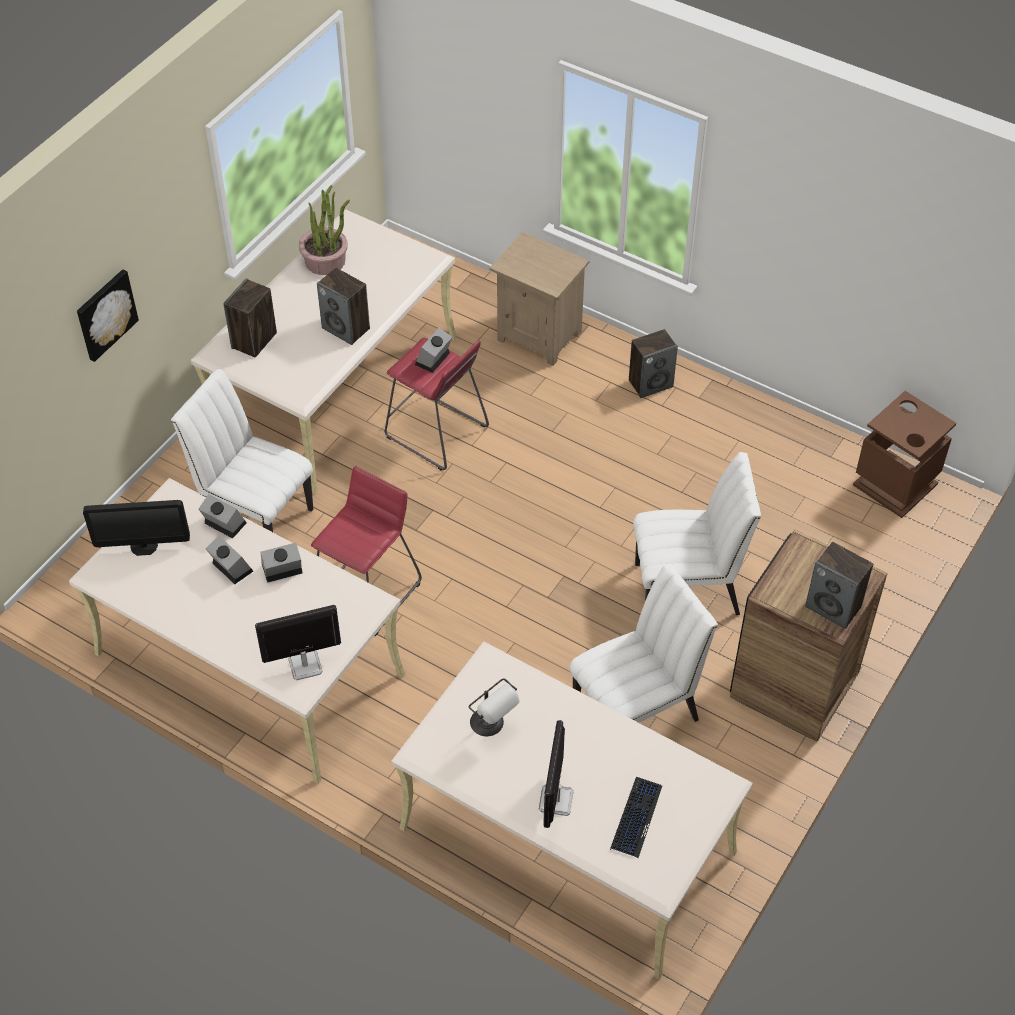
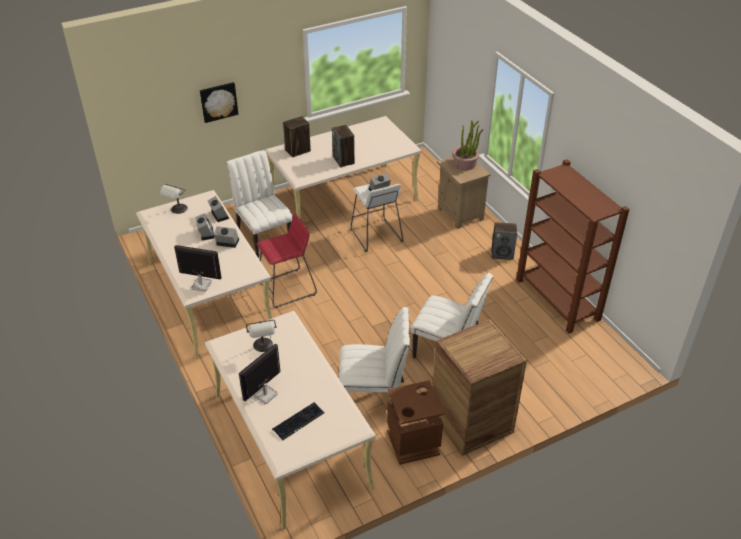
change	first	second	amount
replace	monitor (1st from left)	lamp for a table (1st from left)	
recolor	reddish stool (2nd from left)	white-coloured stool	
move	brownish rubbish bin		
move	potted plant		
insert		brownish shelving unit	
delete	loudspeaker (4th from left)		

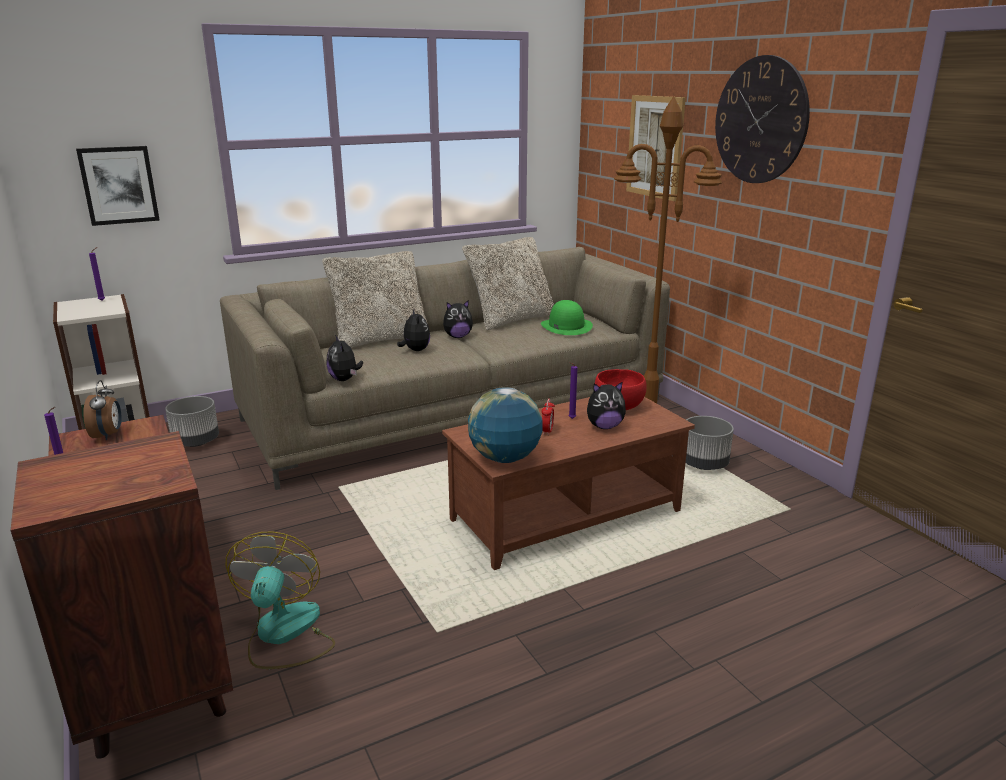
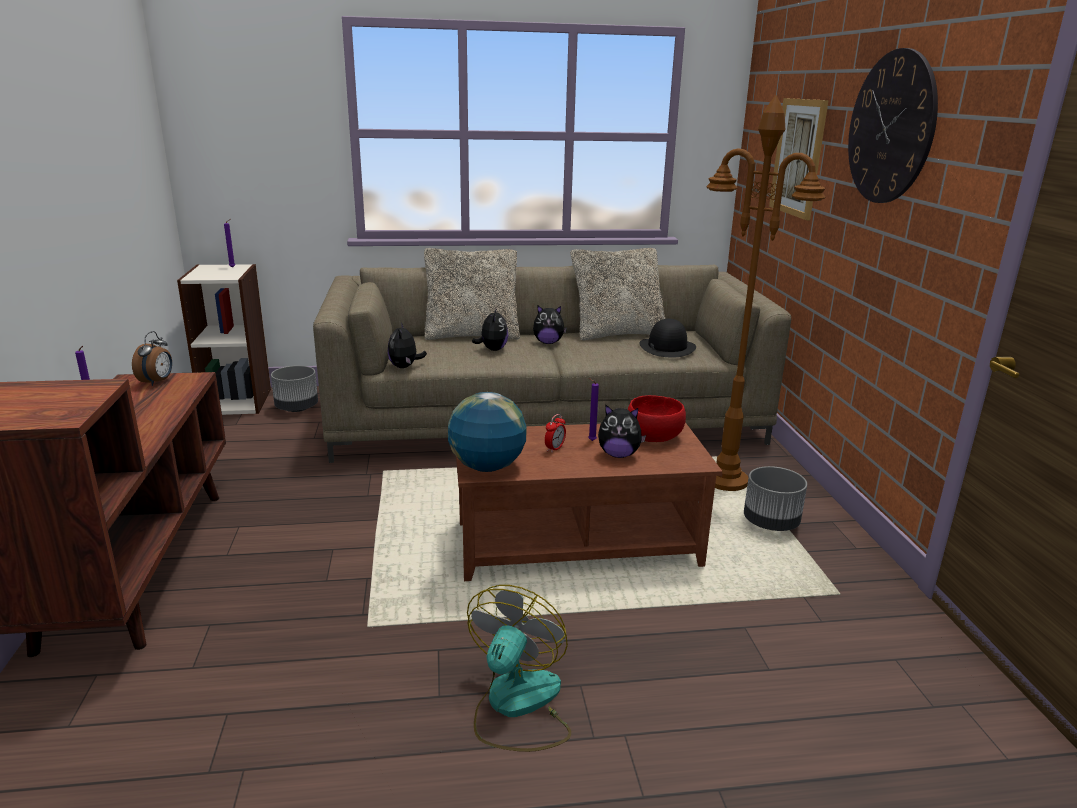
change	first	second	amount
move	electric fan		
recolor	green clothing hat	black-coloured clothing hat	
delete	wall picture (1st from left)		

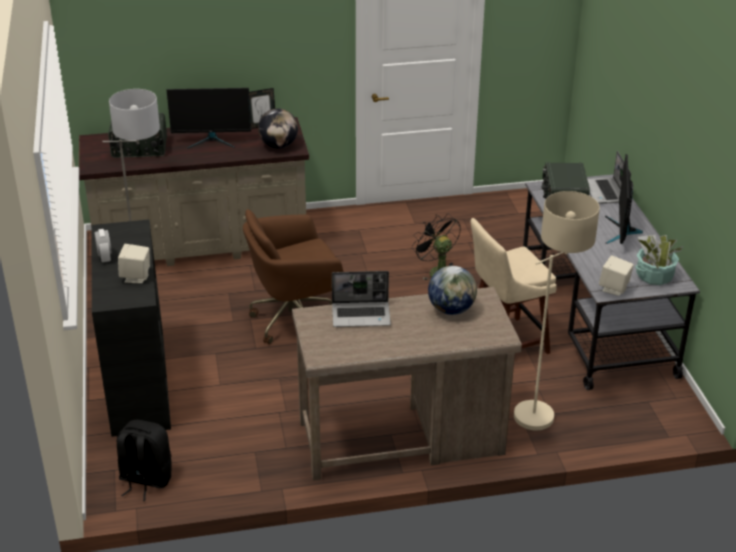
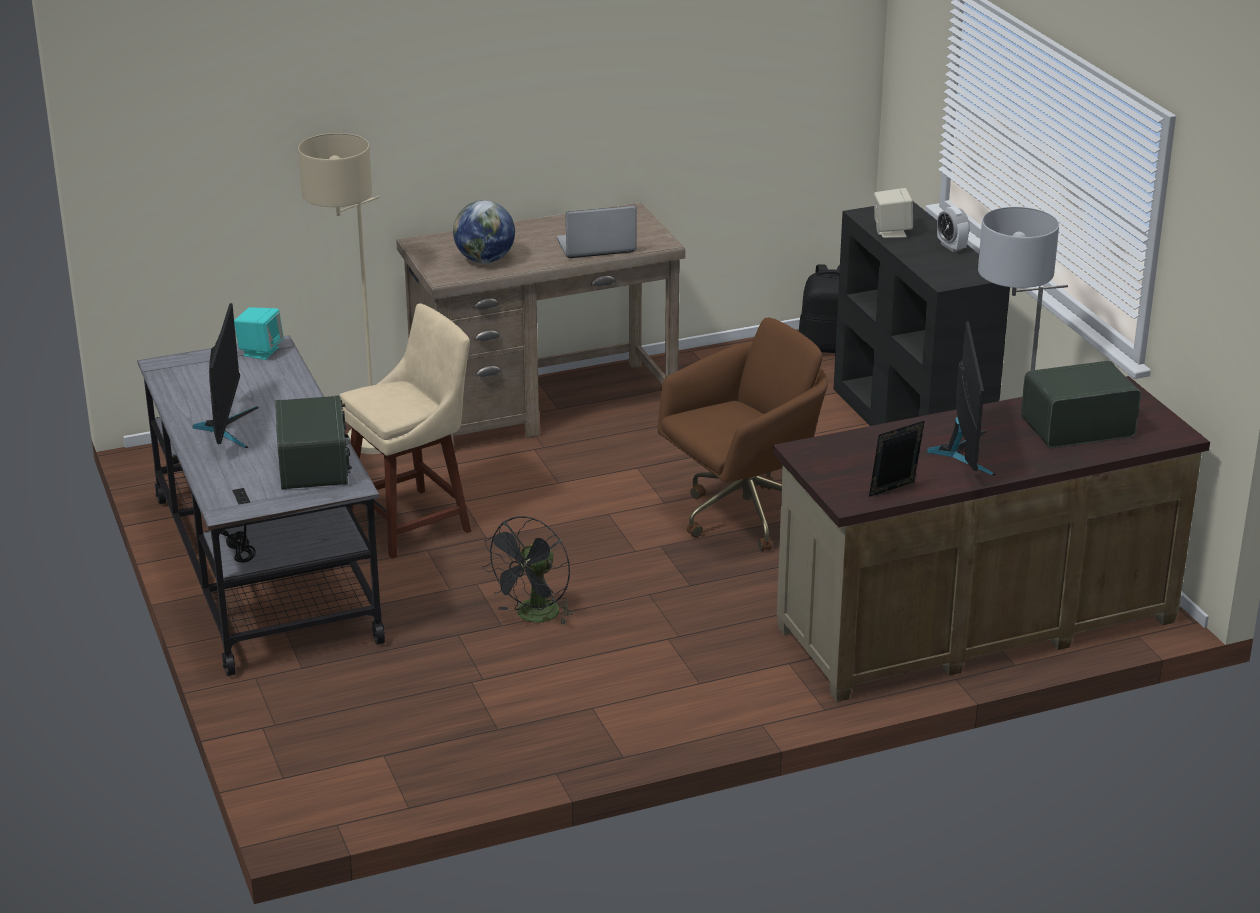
change	first	second	amount
recolor	beige loudspeaker (2nd from left)	turquoise loudspeaker	
rotate	black-coloured electric fan		75 degrees clockwise
rotate	monitor (1st from left in the first image)	monitor (2nd from left)	105 degrees clockwise
delete	globe (1st from left)		
delete	laptop (2nd from left)		
delete	potted plant		

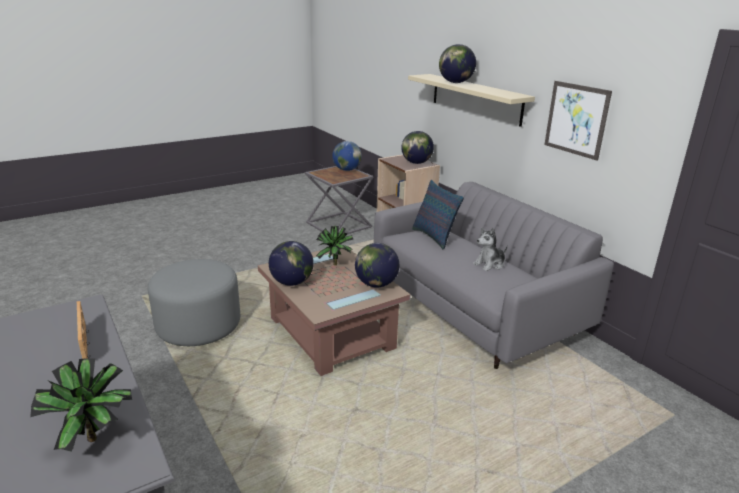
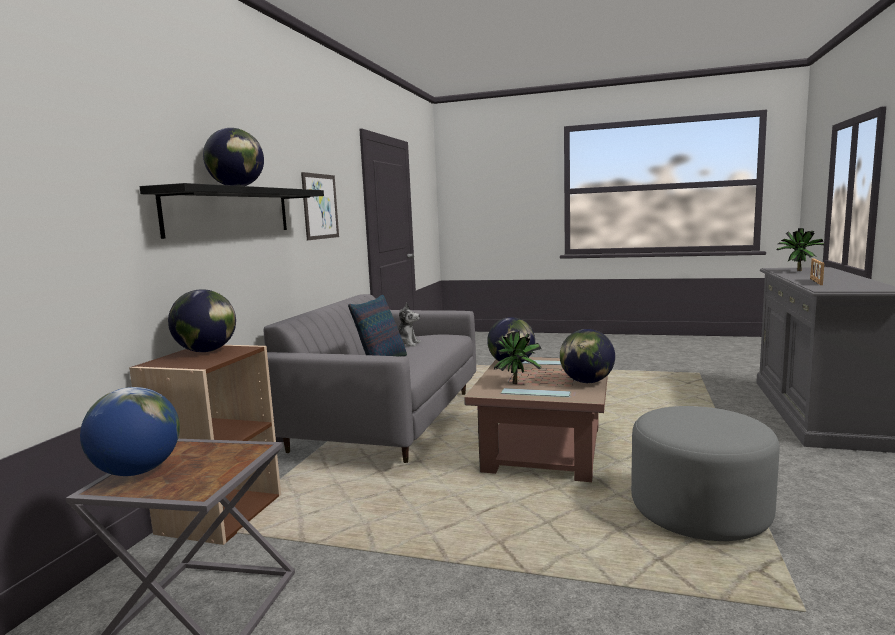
change	first	second	amount
recolor	beige wall shelf	black-coloured wall shelf	

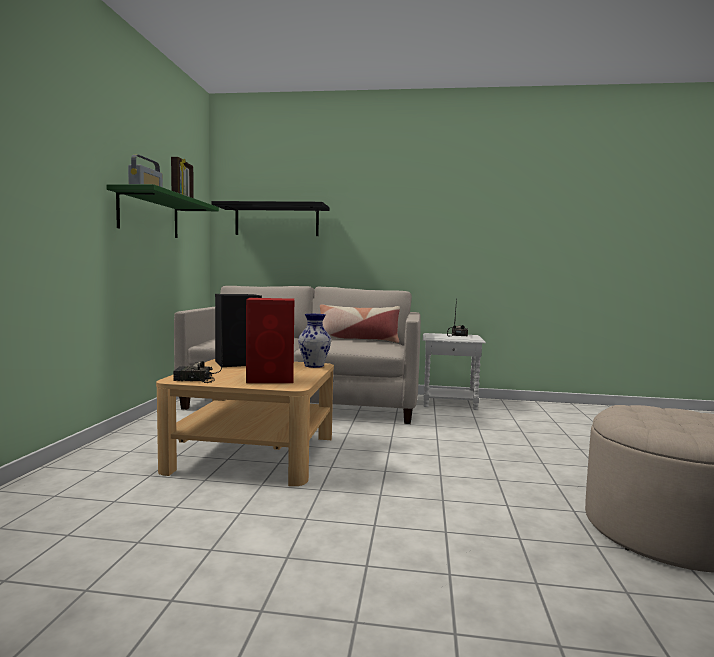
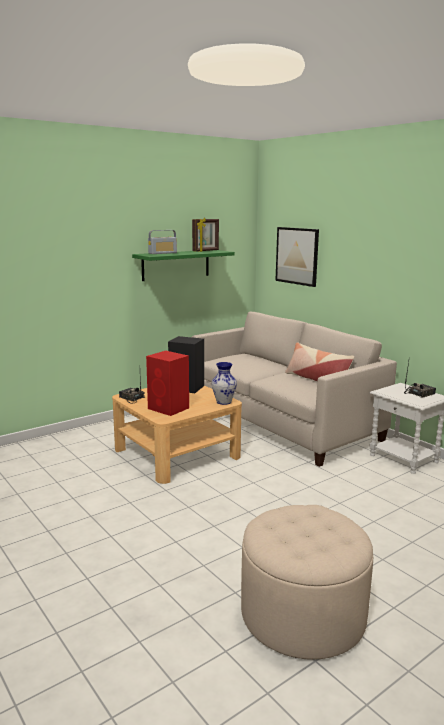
change	first	second	amount
replace	black-coloured wall shelf	wall picture	

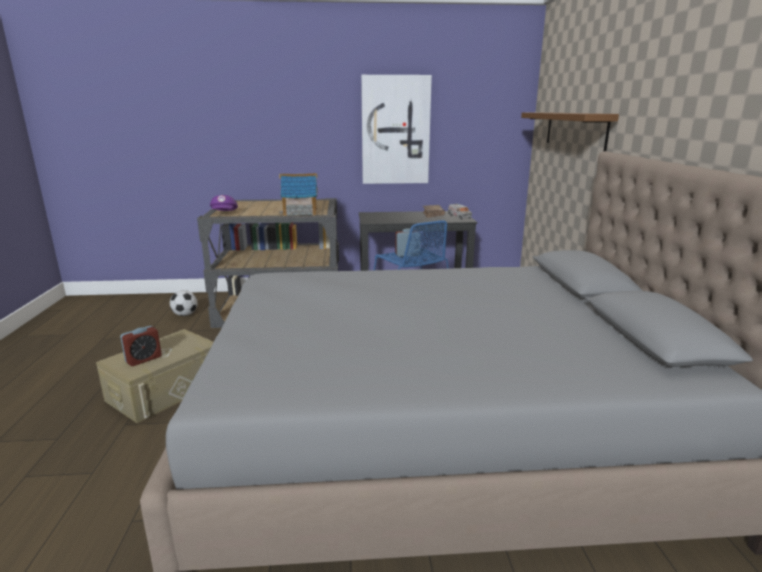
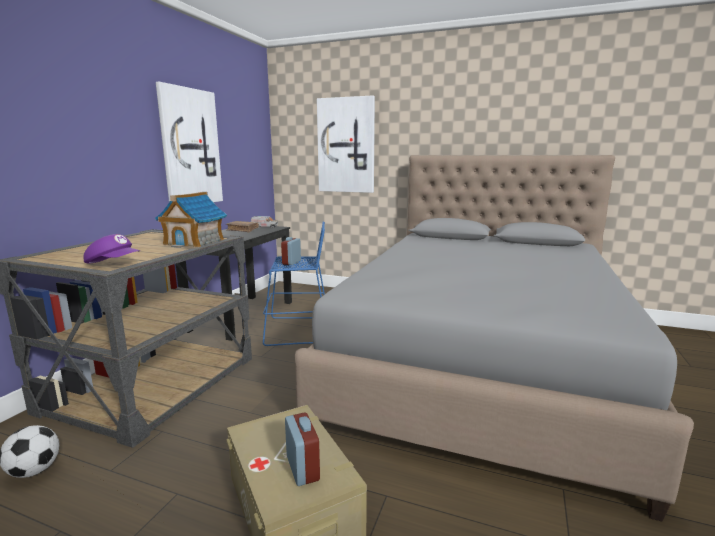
change	first	second	amount
replace	brownish wall shelf	wall picture (2nd from left)	

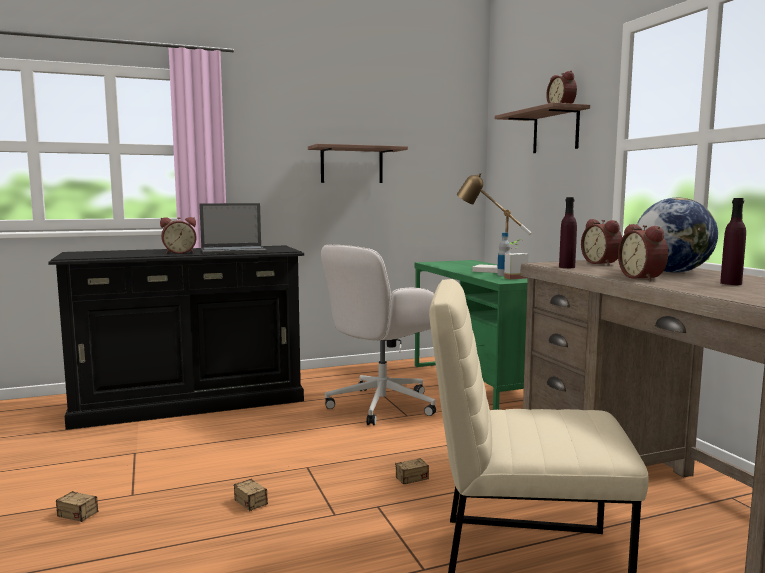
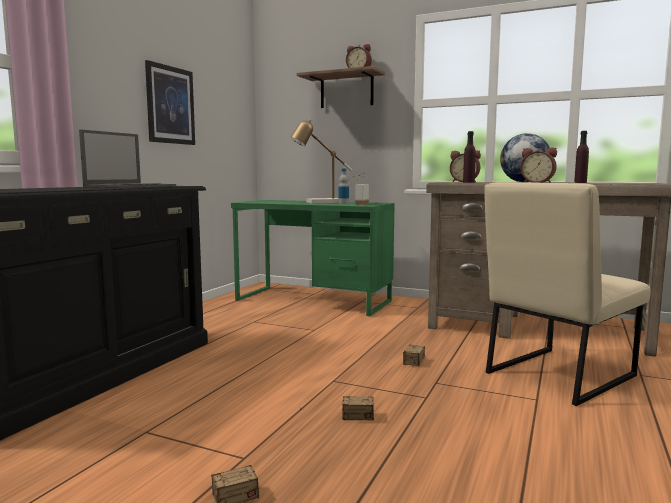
change	first	second	amount
replace	wall shelf (1st from left)	wall picture	
delete	table clock (1st from left)		
delete	white-coloured desk chair		

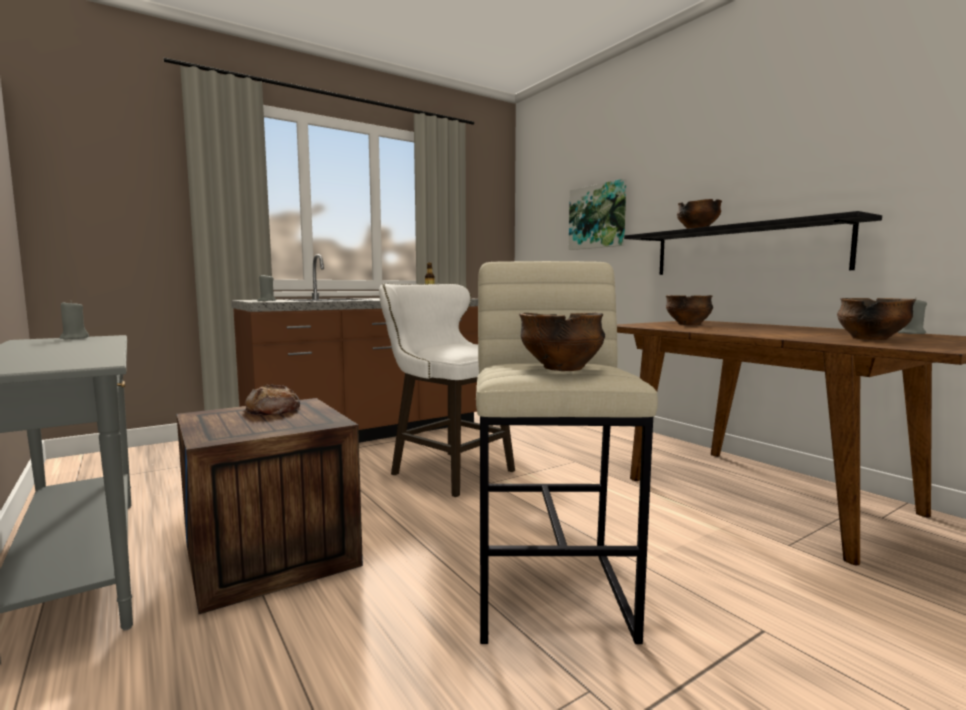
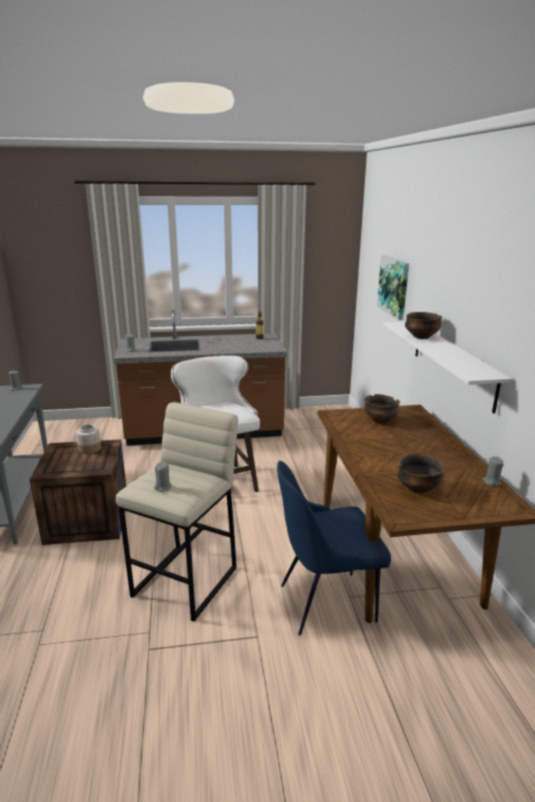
change	first	second	amount
replace	baked bread	storage jar	
replace	bowl (1st from left)	gray candle (3rd from left)	
insert		blue-coloured plain chair	
recolor	black-coloured wall shelf	white-coloured wall shelf	

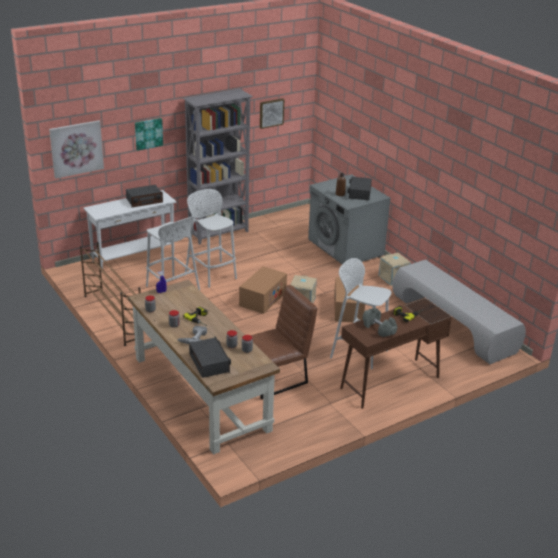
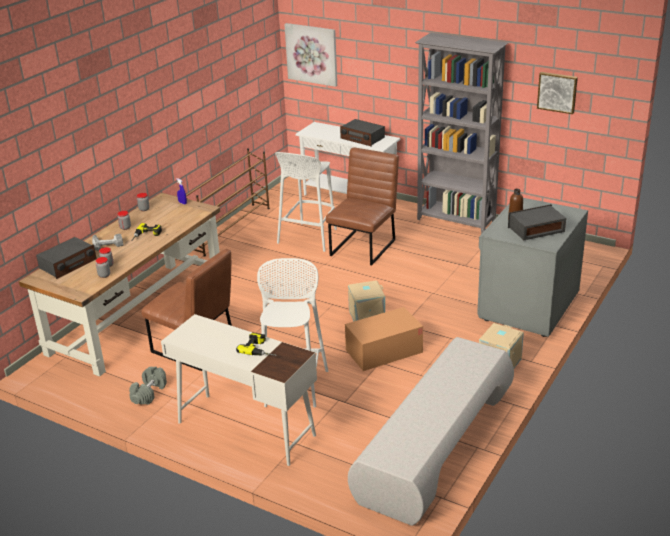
change	first	second	amount
move	gray hand weight		
recolor	brownish desk unit (2nd from left)	white-coloured desk unit	
replace	white-coloured stool (2nd from left)	brownish plain chair (2nd from left)	
delete	wall picture (2nd from left)		
delete	carton (1st from left)		

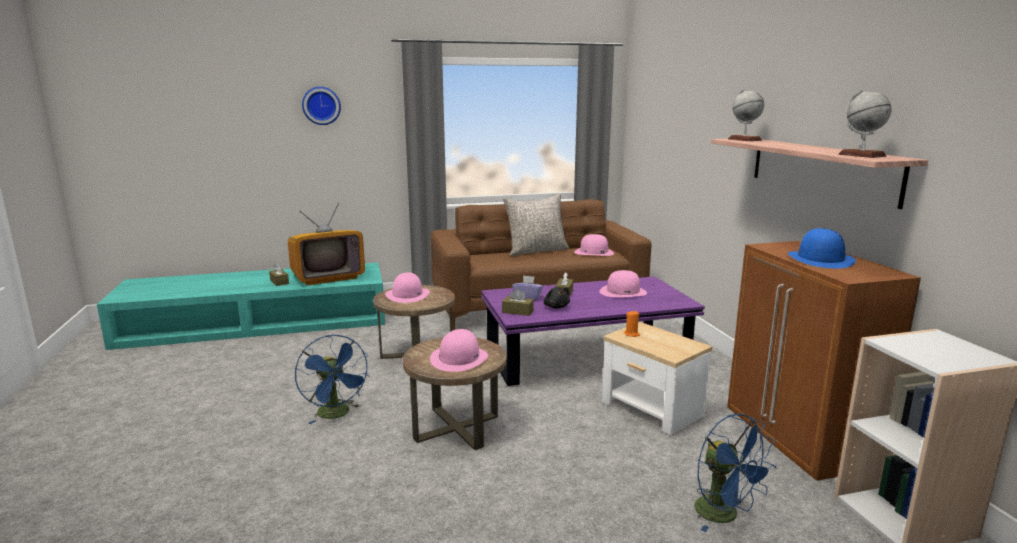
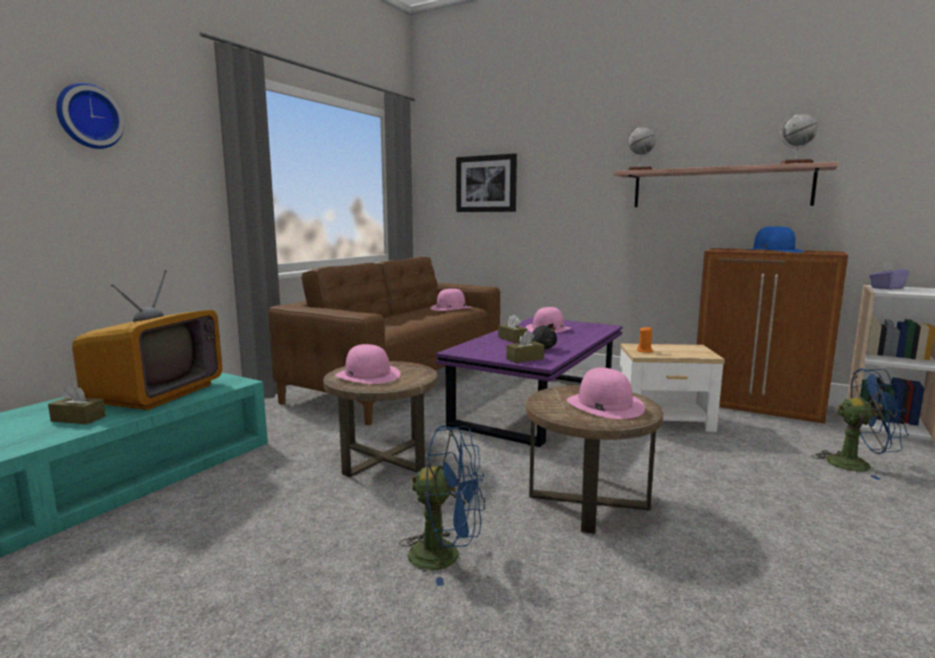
change	first	second	amount
insert		wall picture	
move	purplish box of tissues		
delete	gray cushion		

